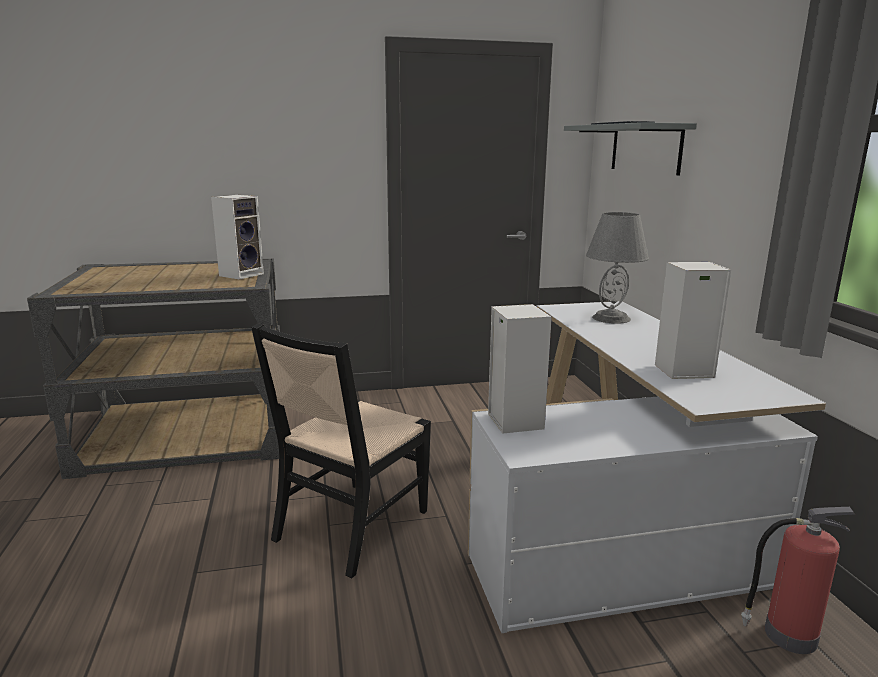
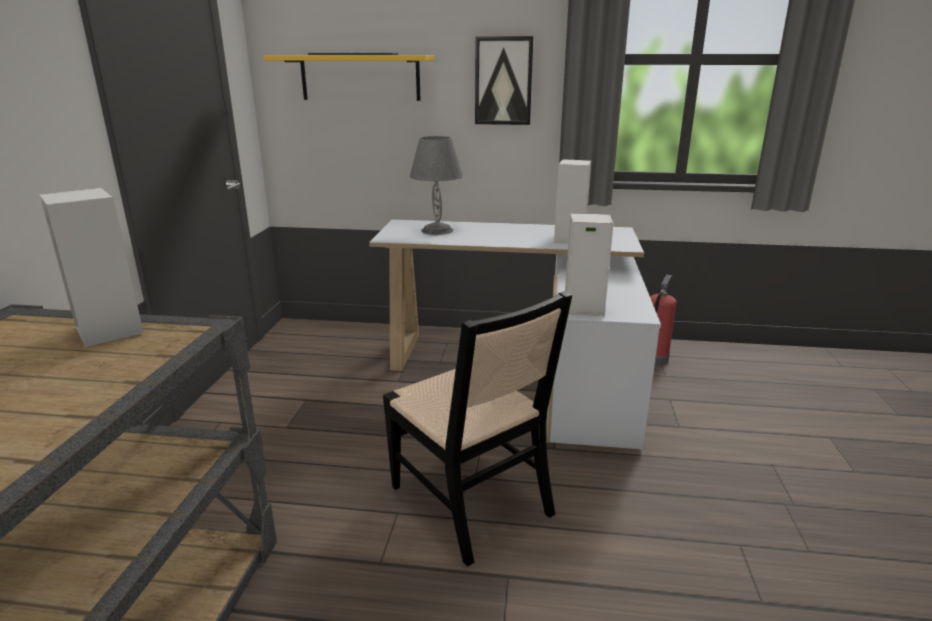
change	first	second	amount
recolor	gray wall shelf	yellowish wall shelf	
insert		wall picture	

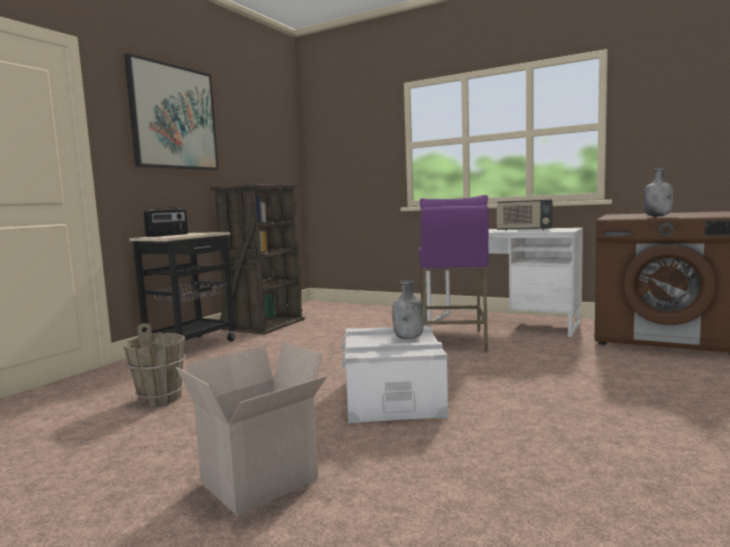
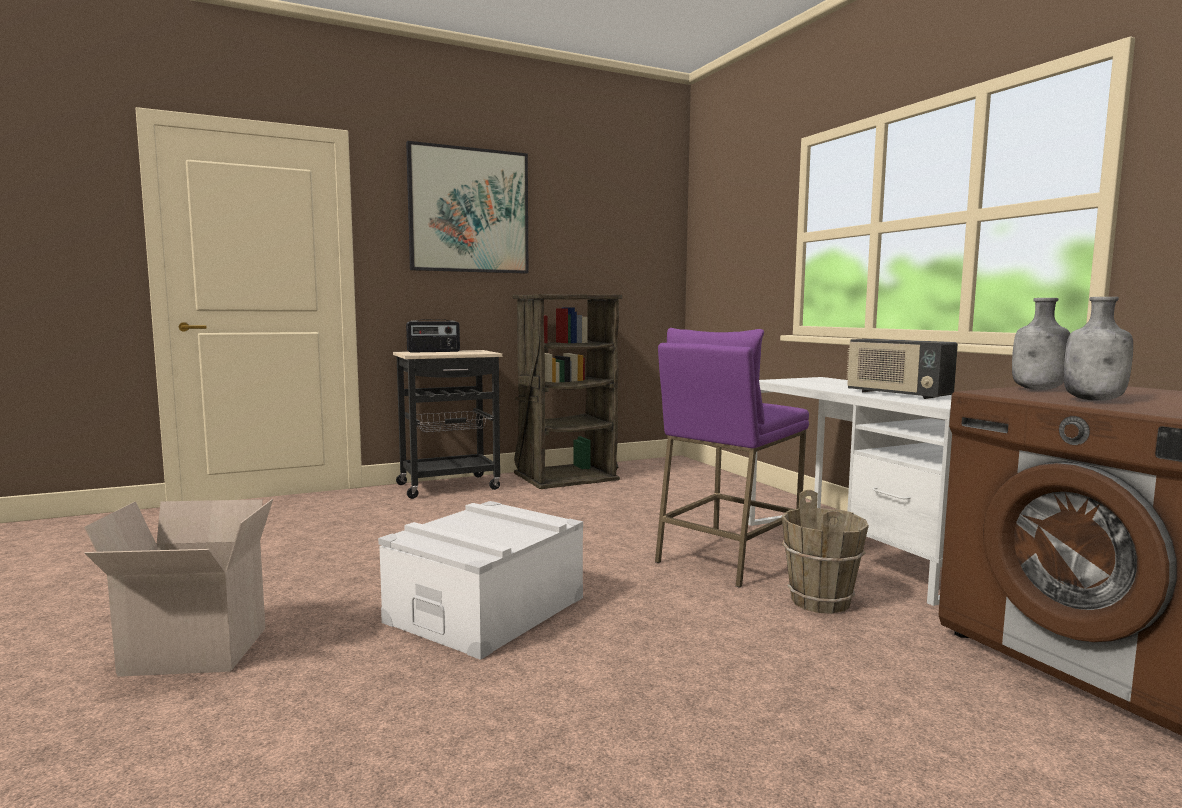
change	first	second	amount
move	brownish bucket		
move	gray bottle (1st from left)		

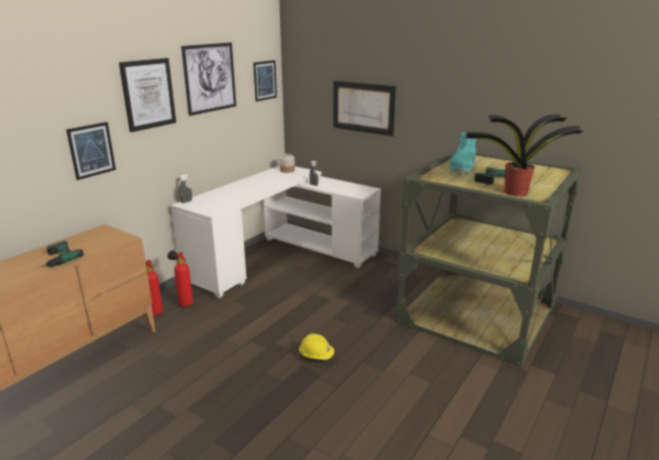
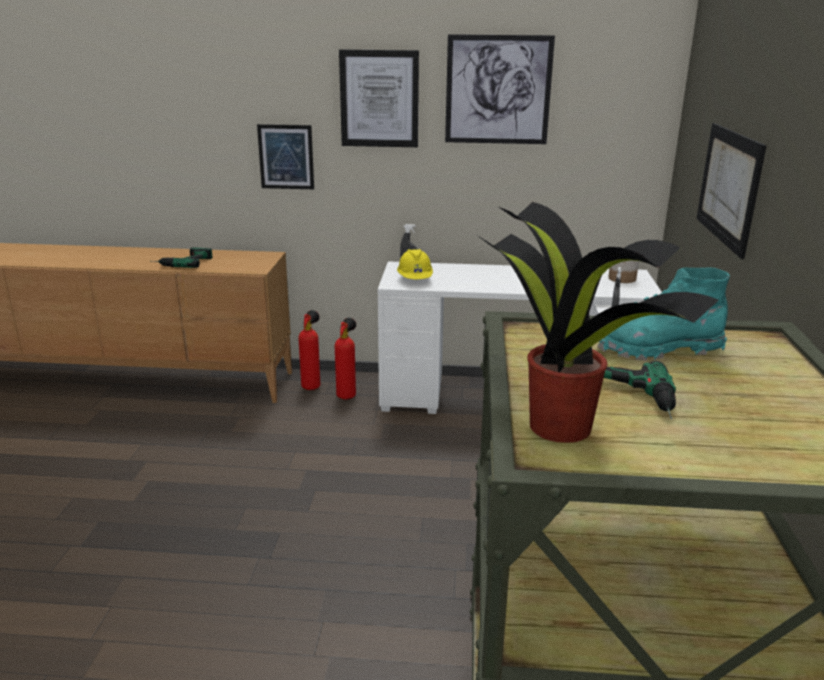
change	first	second	amount
move	yellowish work helmet		
delete	wall picture (4th from left)		

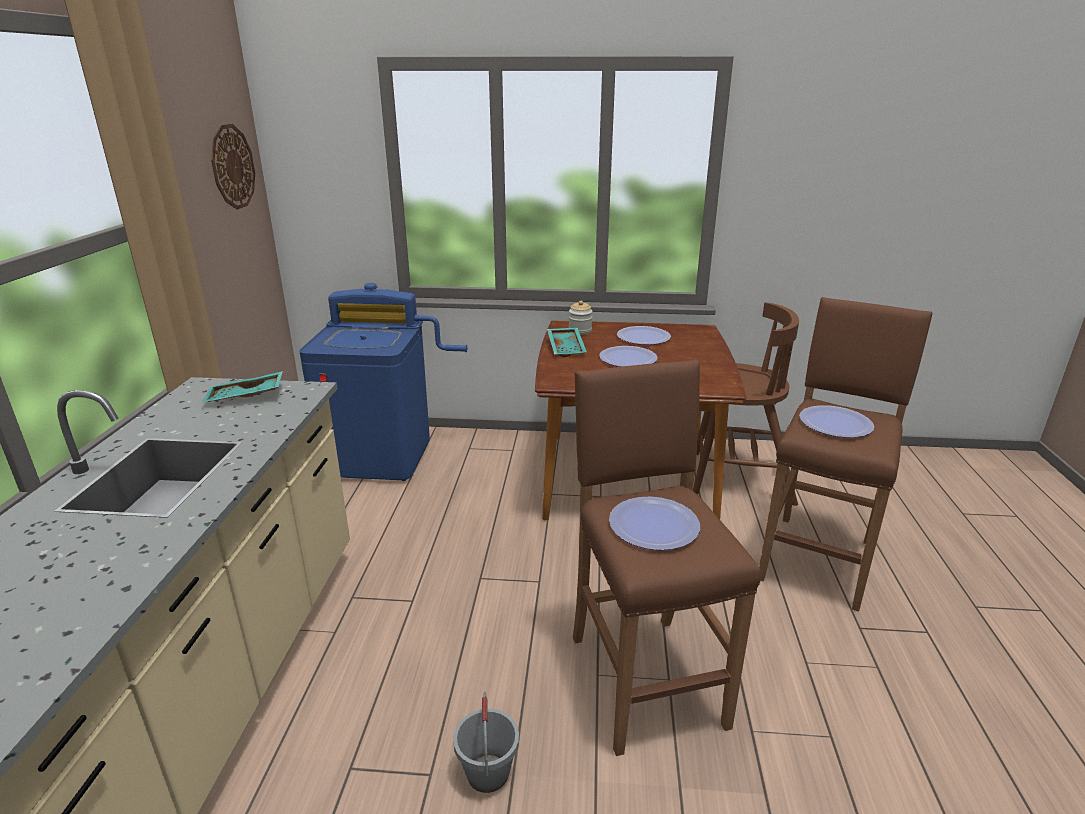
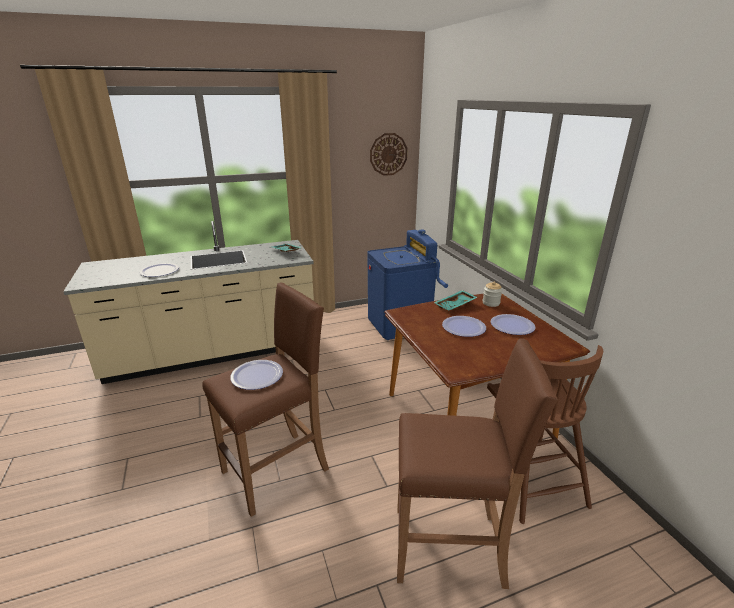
change	first	second	amount
move	dinner plate (4th from left in the first image)	dinner plate (1st from left)	
delete	gray bucket		

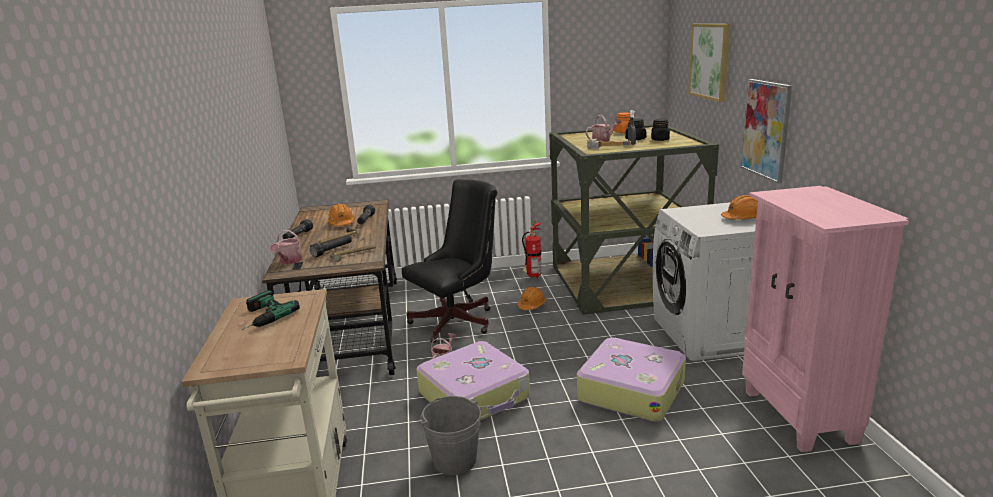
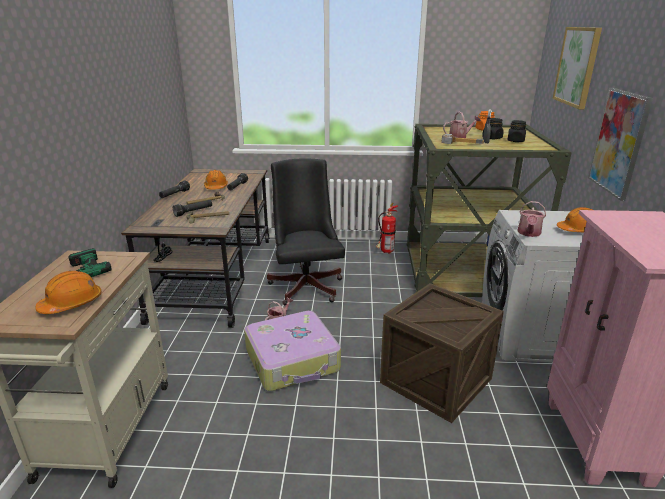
change	first	second	amount
move	orangey work helmet (2nd from left in the first image)	orangey work helmet (1st from left)	
rotate	black-coloured desk chair		75 degrees counterclockwise
replace	suitcase (2nd from left)	crate	
move	watering can (1st from left in the first image)	watering can (3rd from left)	
delete	gray bucket		

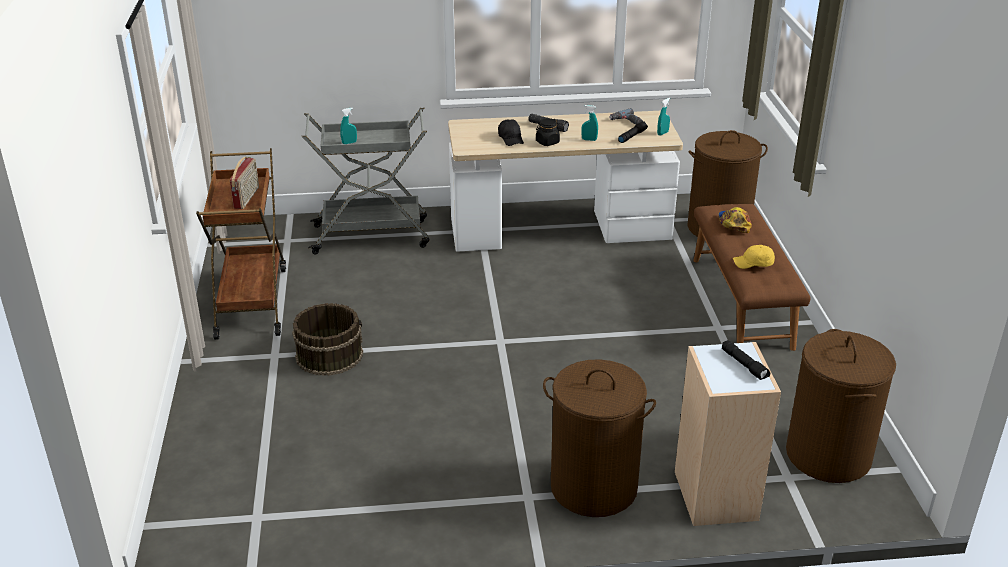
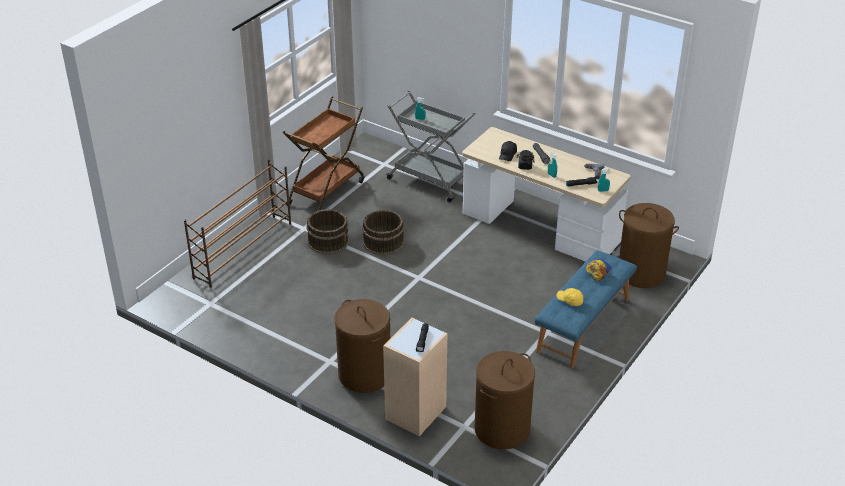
change	first	second	amount
insert		brownish shoe stand	
insert		brownish bucket (2nd from left)	
recolor	brownish long seat	blue-coloured long seat	
delete	radio receiver		

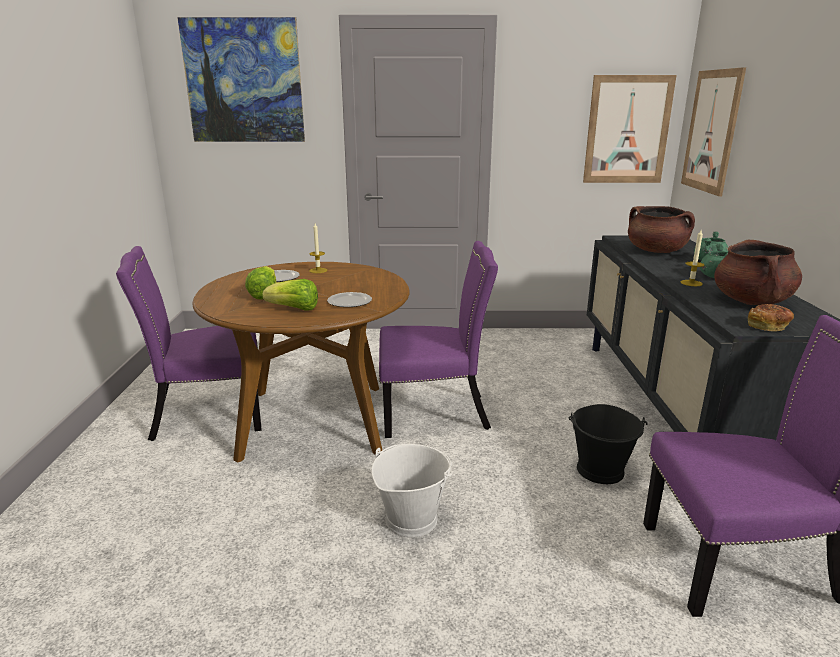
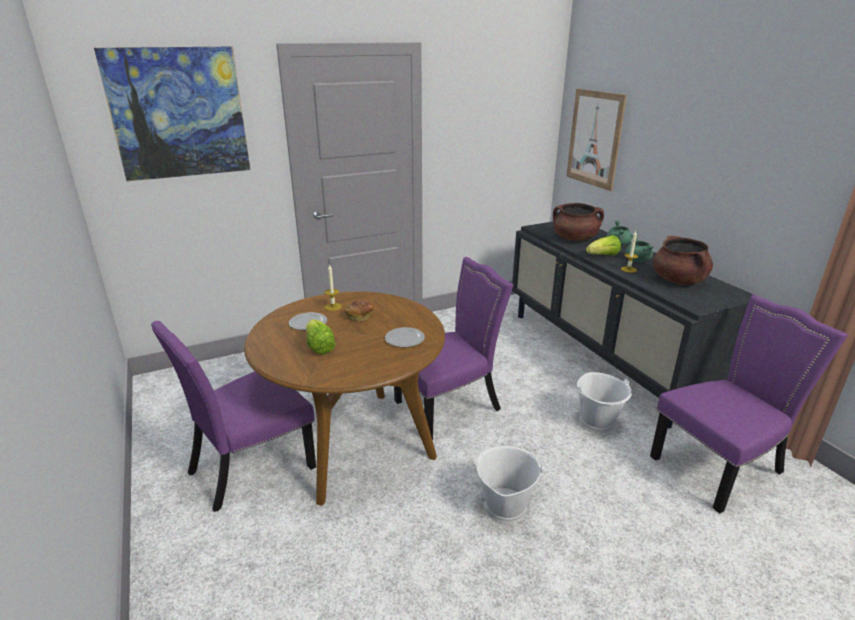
change	first	second	amount
move	baked bread		
recolor	black-coloured bucket	white-coloured bucket (2nd from left)	
move	lettuce (2nd from left)		
delete	wall picture (2nd from left)		

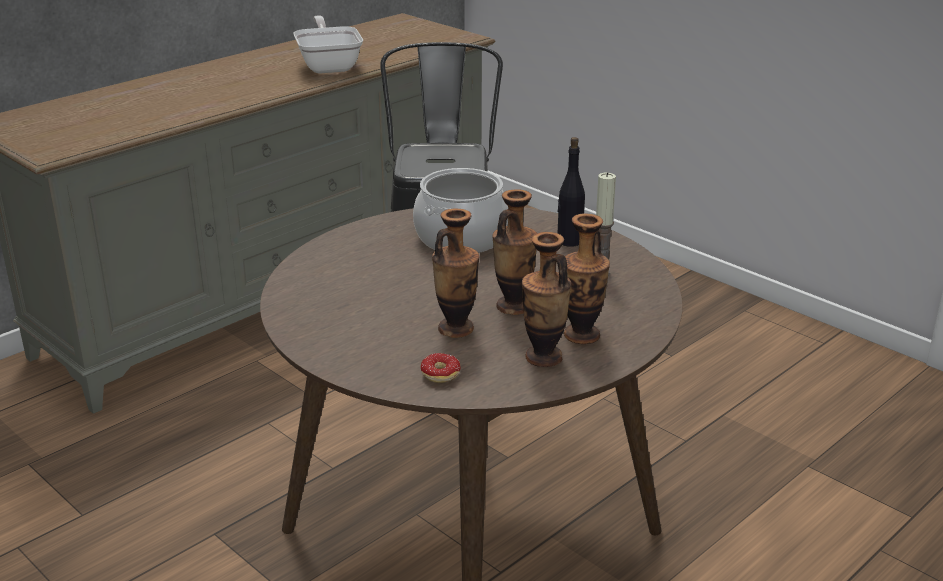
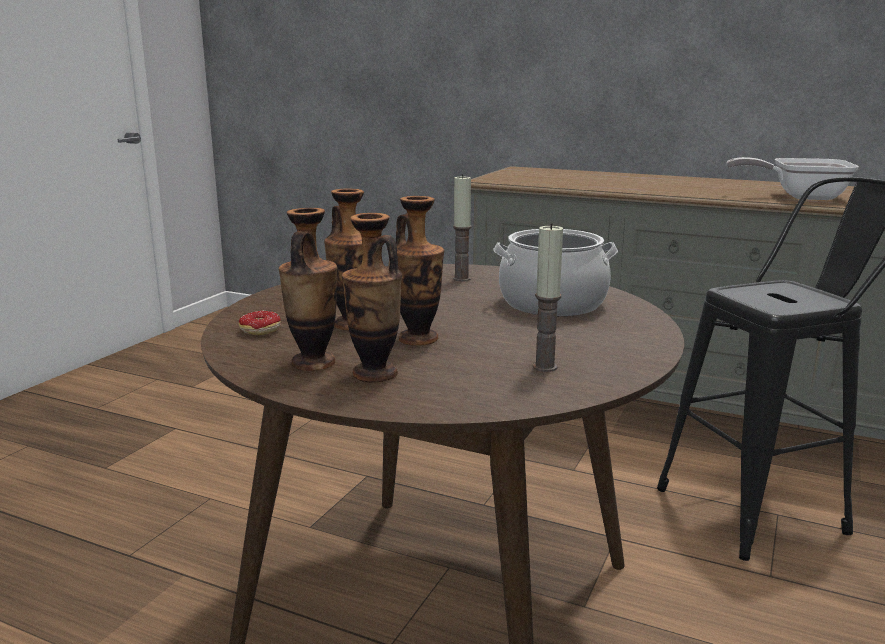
change	first	second	amount
insert		candle (1st from left)	
rotate	skillet		135 degrees counterclockwise
delete	black-coloured bottle		

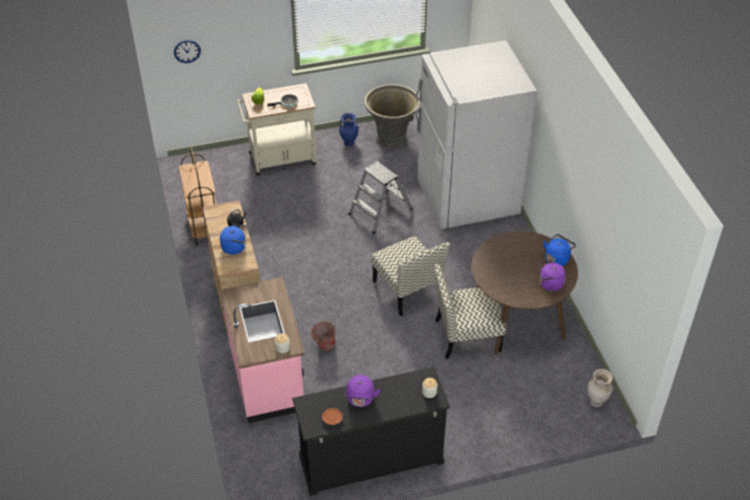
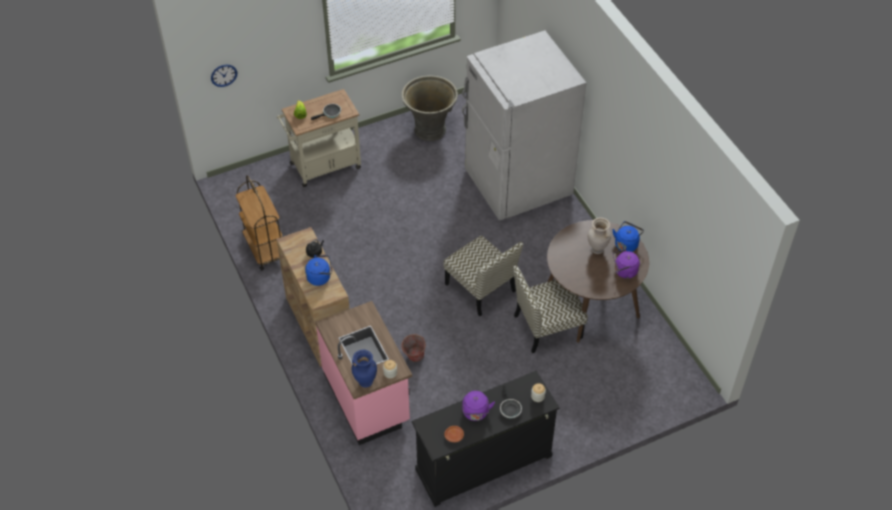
change	first	second	amount
move	blue-coloured vase		
insert		skillet (2nd from left)	
move	beige vase		
delete	gray stepladder		

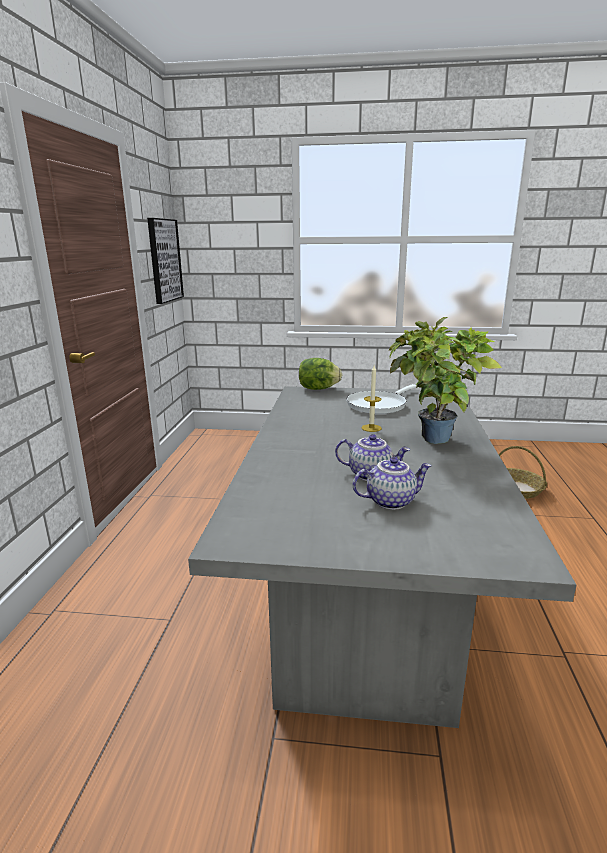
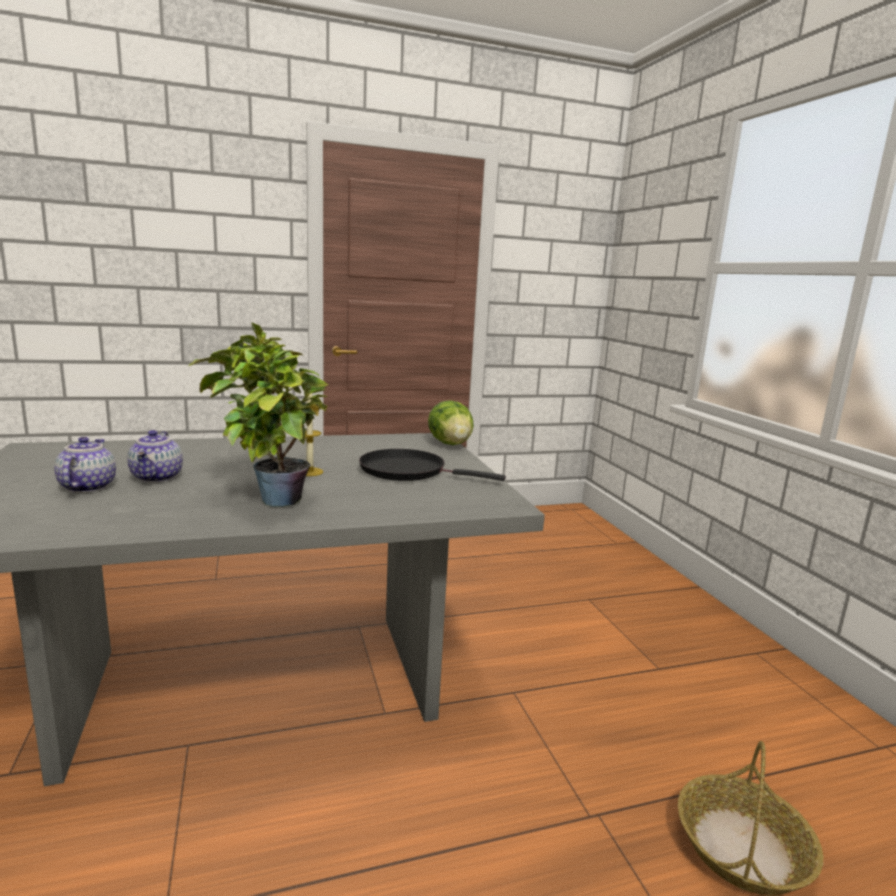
change	first	second	amount
rotate	pot for tea (2nd from left in the first image)	pot for tea (1st from left)	150 degrees counterclockwise
recolor	white-coloured skillet	black-coloured skillet	
delete	wall picture		

